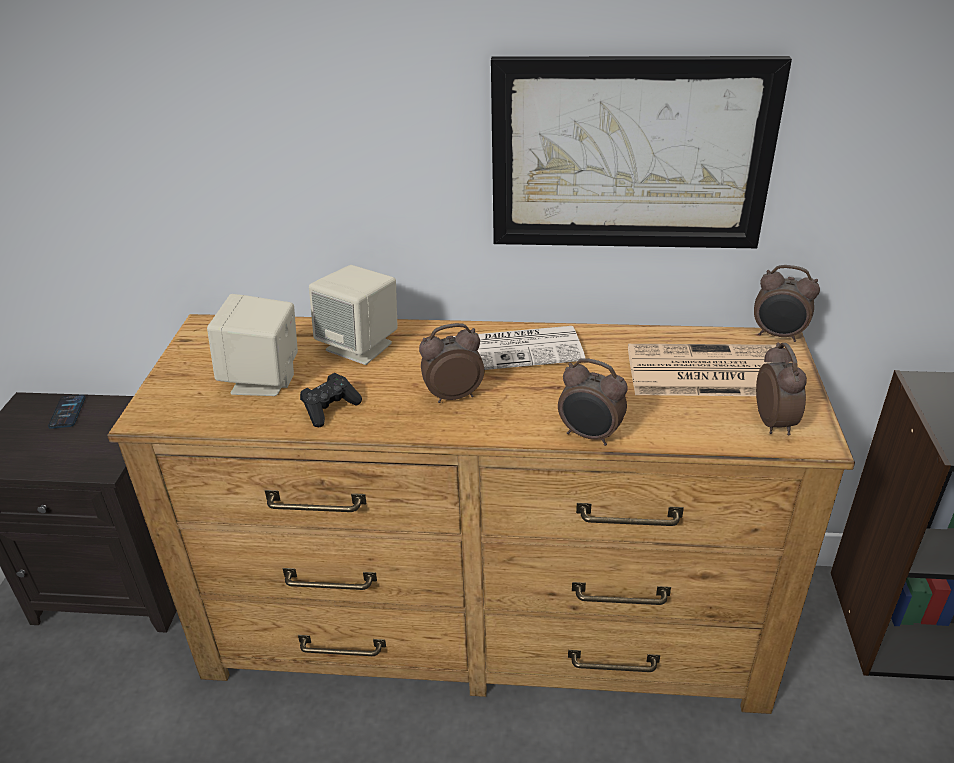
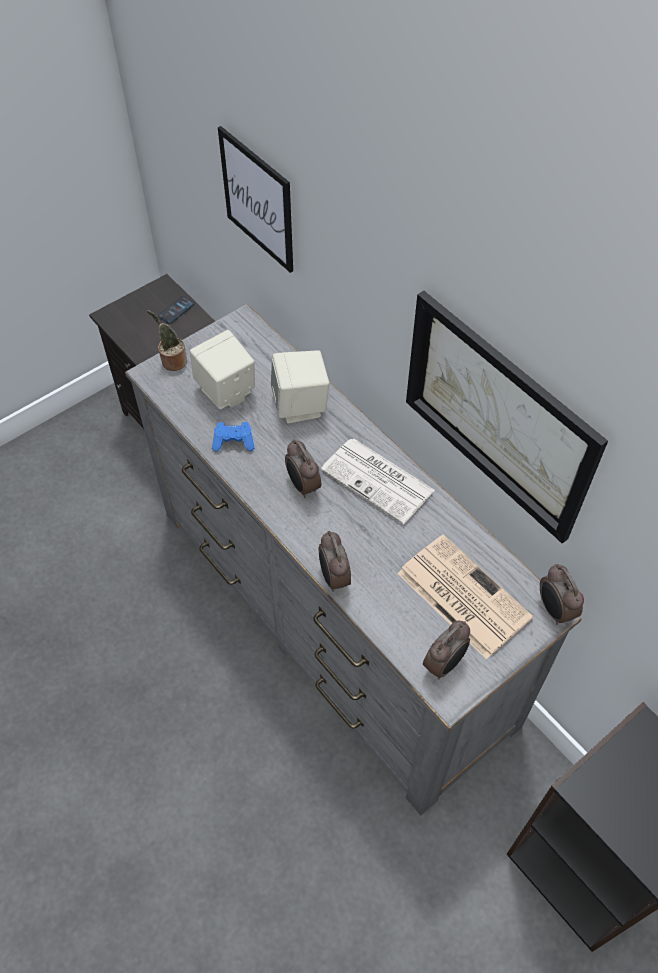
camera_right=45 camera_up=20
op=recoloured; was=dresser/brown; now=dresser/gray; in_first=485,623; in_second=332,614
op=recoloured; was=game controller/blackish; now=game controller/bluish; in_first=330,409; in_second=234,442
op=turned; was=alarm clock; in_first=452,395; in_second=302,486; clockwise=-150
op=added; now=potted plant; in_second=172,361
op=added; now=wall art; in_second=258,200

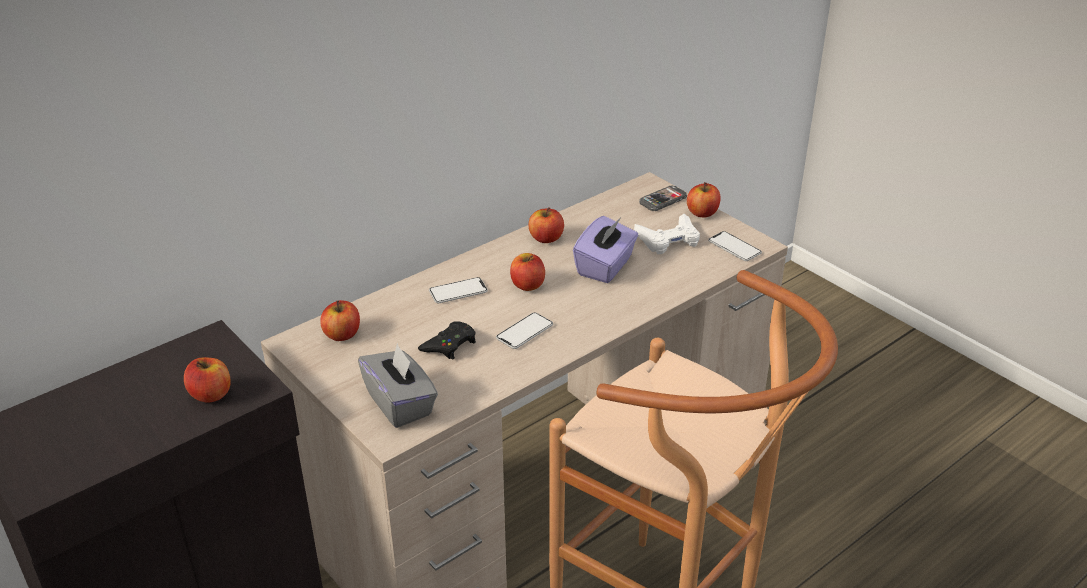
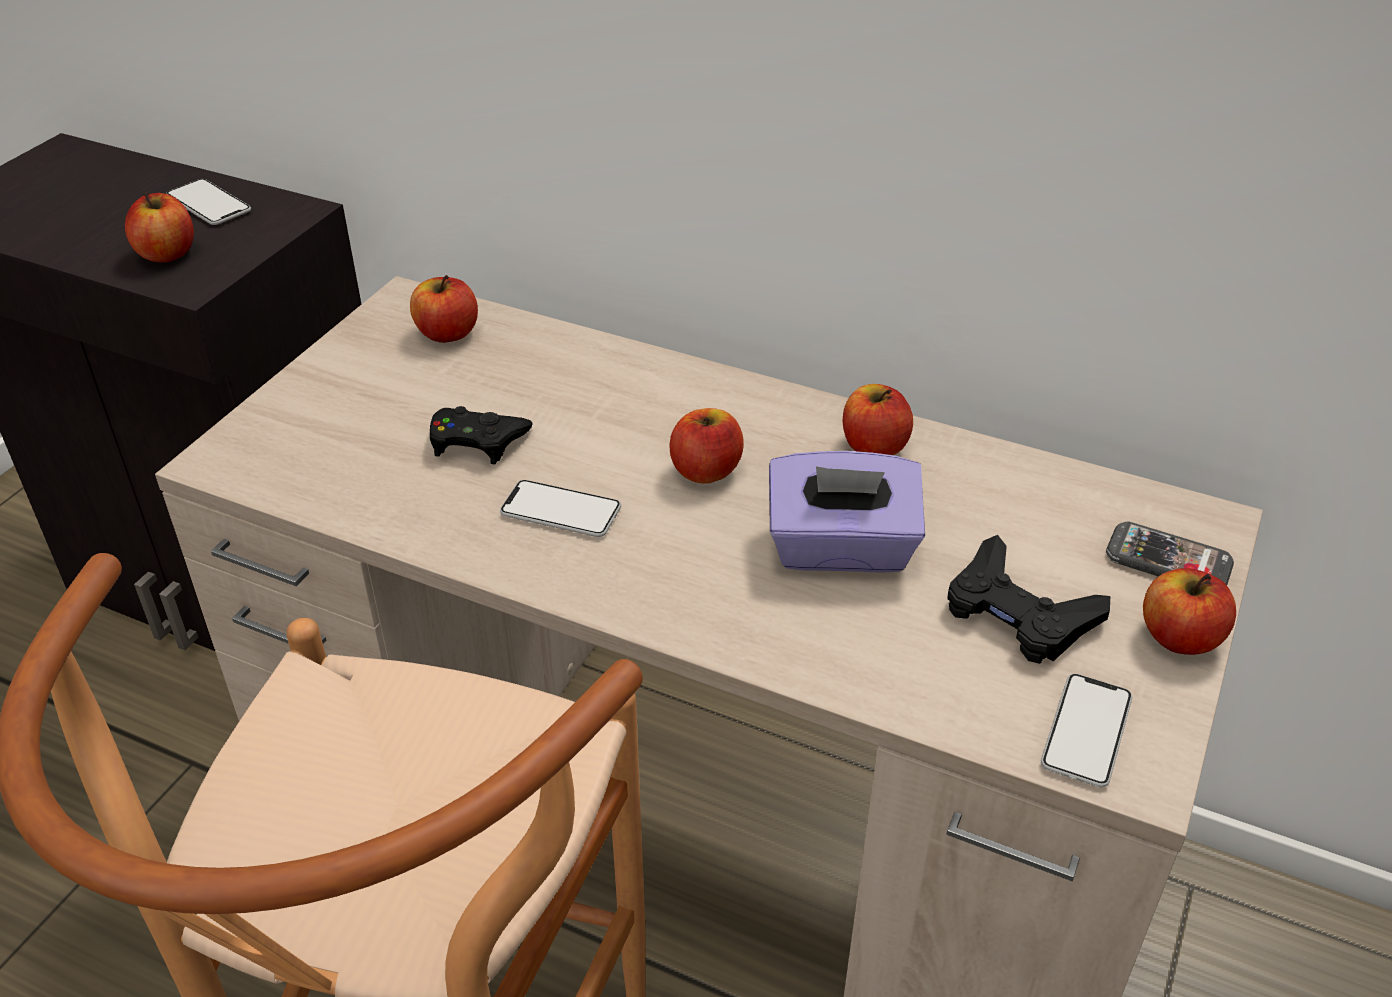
camera_right=65 camera_up=5
op=removed; was=box of tissues/gray; in_first=400,404
op=moved; was=handset; in_first=458,291; in_second=209,204
op=recoloured; was=game controller/white; now=game controller/blackish; in_first=668,240; in_second=1018,612

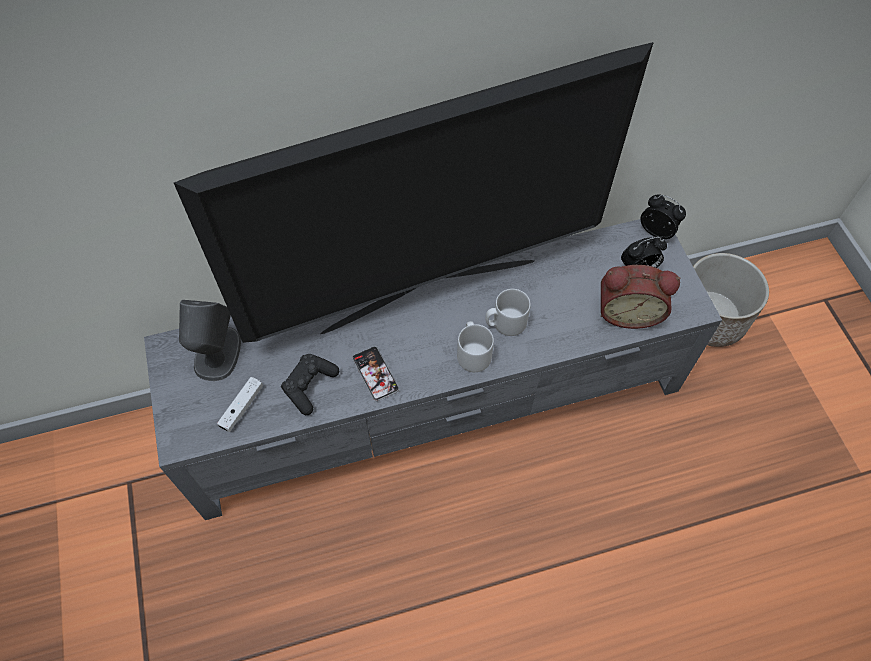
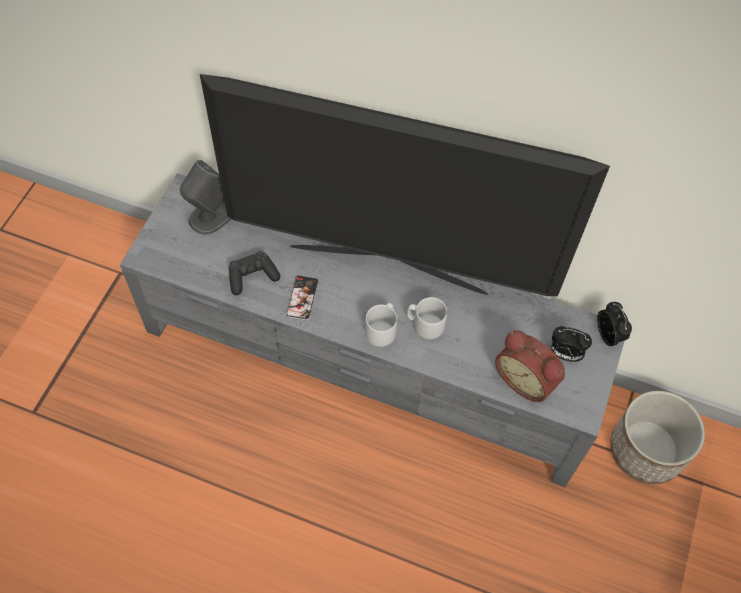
camera_right=35 camera_up=0
op=removed; was=game controller/white; in_first=242,407

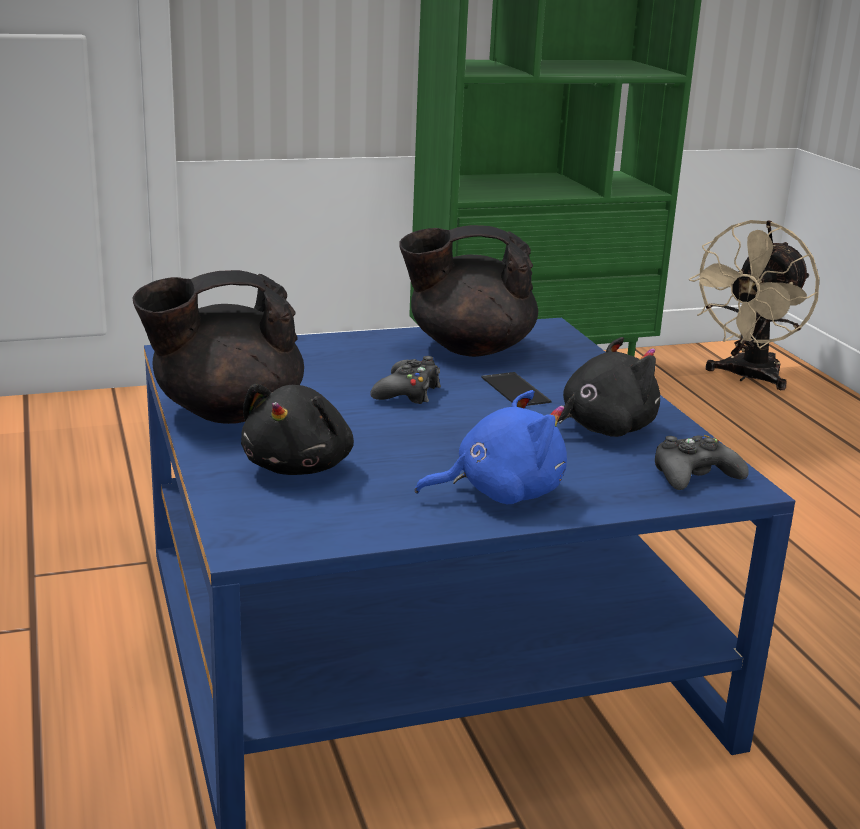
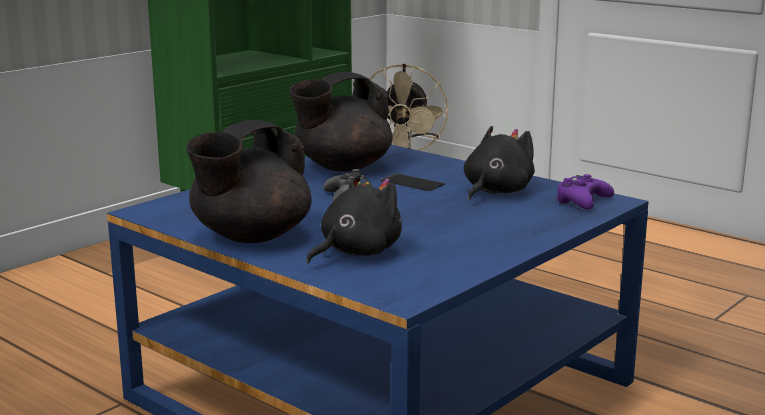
camera_right=-30 camera_up=-5
op=turned; was=plush toy/blackish; in_first=300,466; in_second=356,252; clockwise=-120
op=removed; was=plush toy/bluish; in_first=500,493
op=recoloured; was=game controller/blackish; now=game controller/purple; in_first=694,475; in_second=583,201

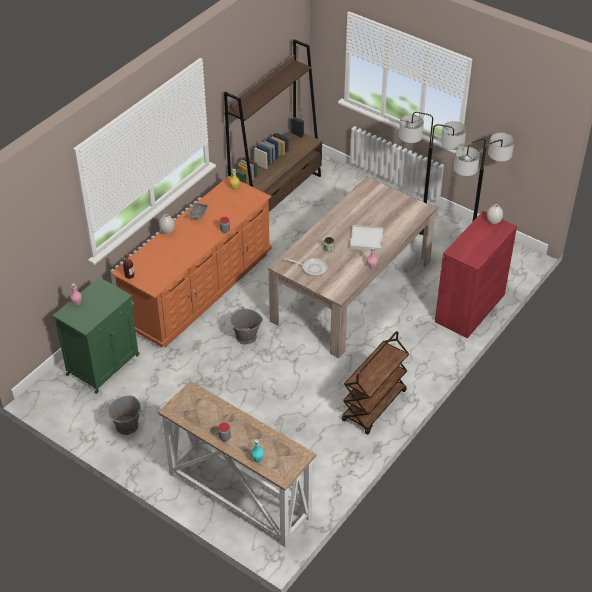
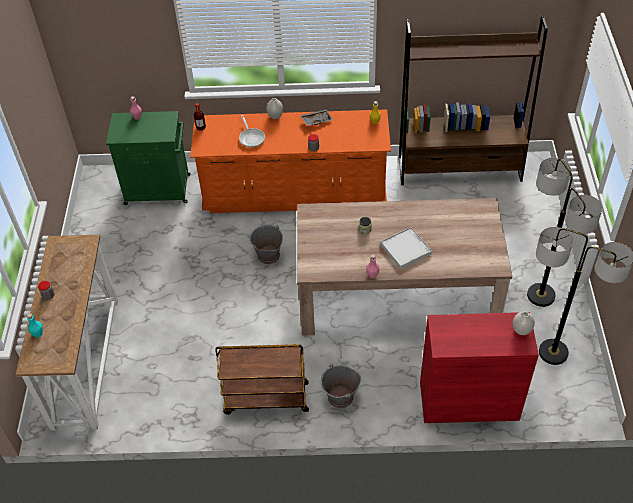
camera_right=55 camera_up=5
op=moved; was=pail/gray; in_first=127,426; in_second=340,397
op=moved; was=frying pan; in_first=312,268; in_second=251,138

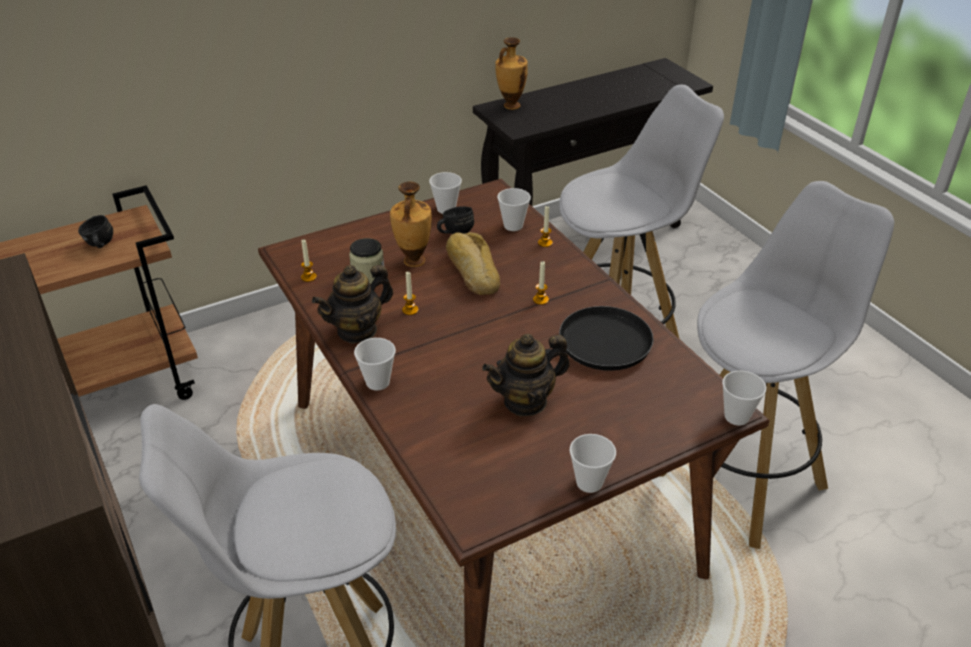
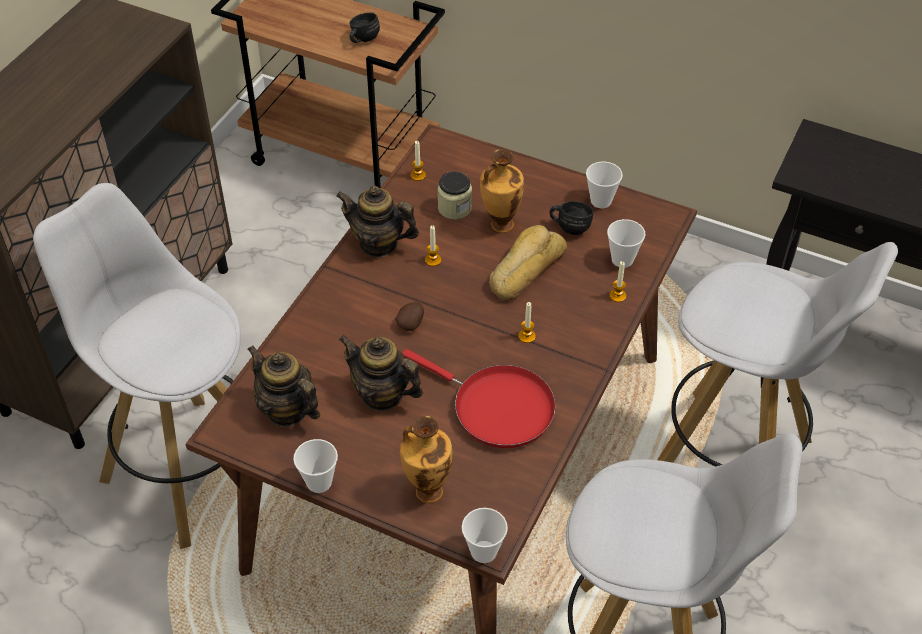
camera_right=55 camera_up=10
op=removed; was=cup; in_first=378,382
op=moved; was=decorative vase; in_first=510,106; in_second=427,490
op=recoloured; was=frying pan/blackish; now=frying pan/red-coloured; in_first=597,346; in_second=497,407
op=added; now=tea pot; in_second=287,410
op=added; now=potato; in_second=411,323

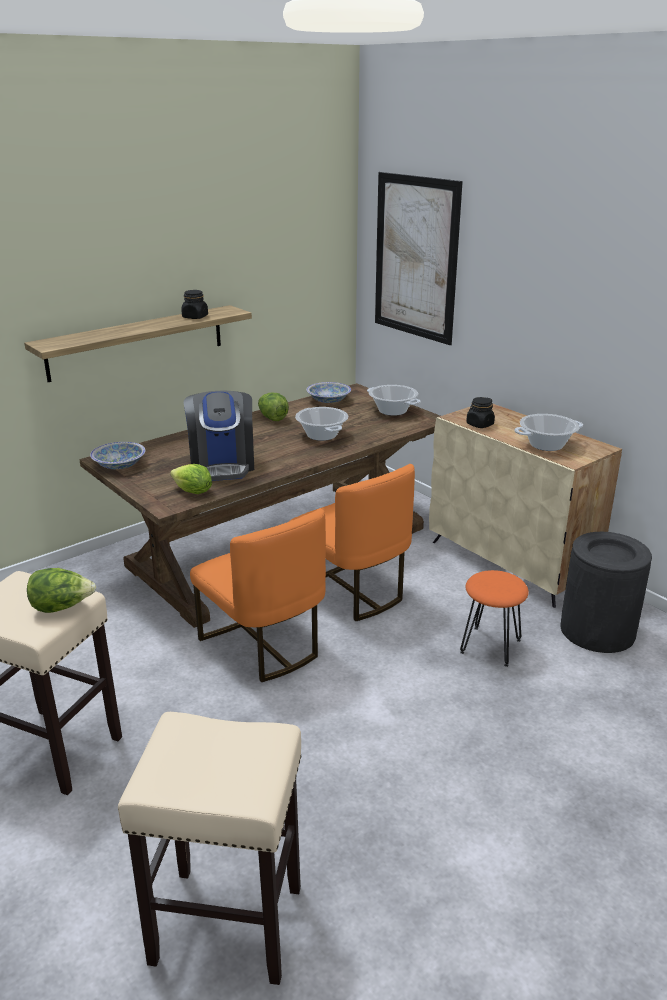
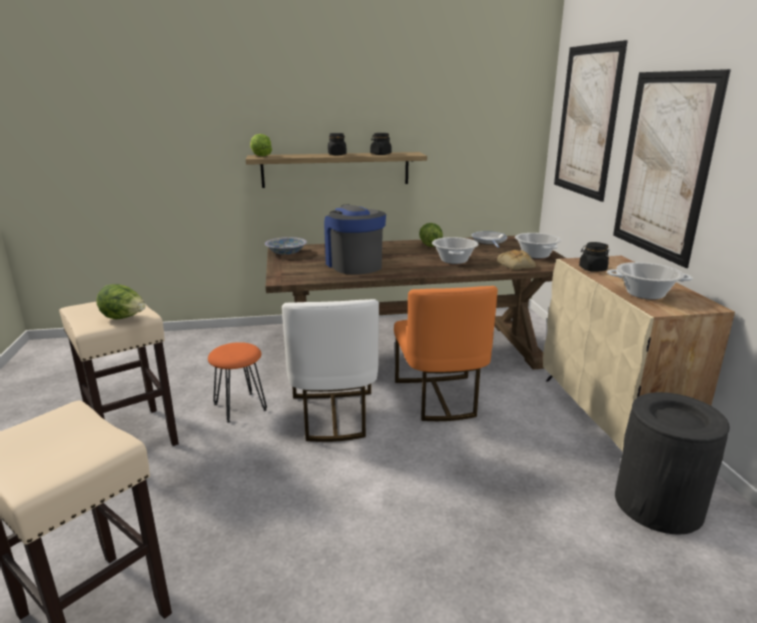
camera_right=30 camera_up=-5
op=moved; was=lettuce; in_first=193,492; in_second=260,156
op=turned; was=coffee machine; in_first=222,465; in_second=354,264; clockwise=135
op=recoloured; was=plain chair/orange; now=plain chair/white; in_first=263,645; in_second=333,415
op=replaced; was=serving bowl; now=frying pan; in_first=328,400; in_second=489,241
op=moved; was=stool/orange; in_first=490,646; in_second=240,407
op=added; now=storage jar/blackish; in_second=337,154
op=added; now=bread; in_second=516,265
op=added; now=wall art; in_second=663,165

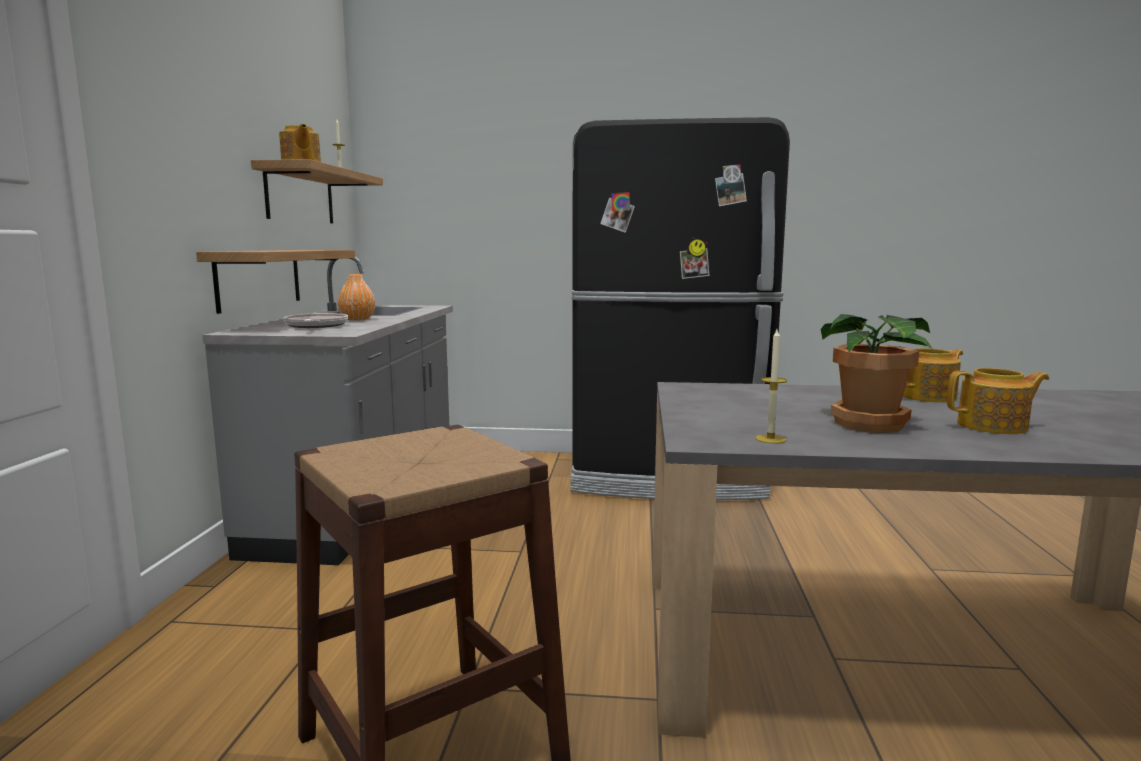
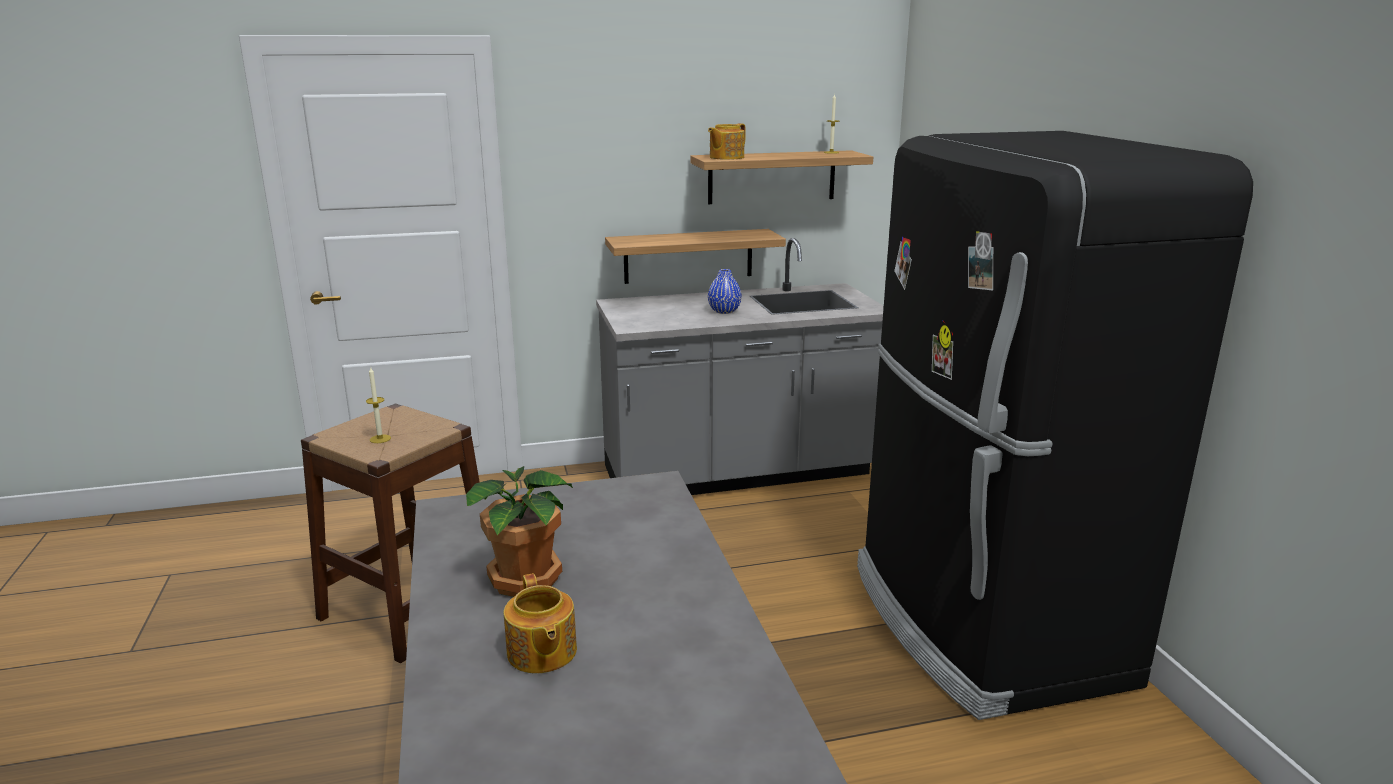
camera_right=70 camera_up=10
op=removed; was=frying pan; in_first=315,326
op=recoloured; was=decorative vase/orange; now=decorative vase/bluish; in_first=357,319; in_second=724,311
op=moved; was=wax light; in_first=770,439; in_second=380,439
op=removed; was=tea pot; in_first=929,397

